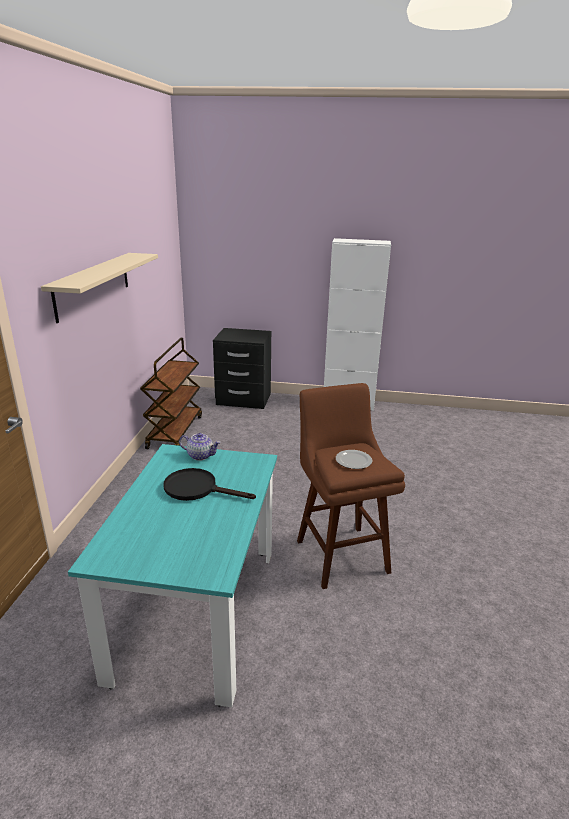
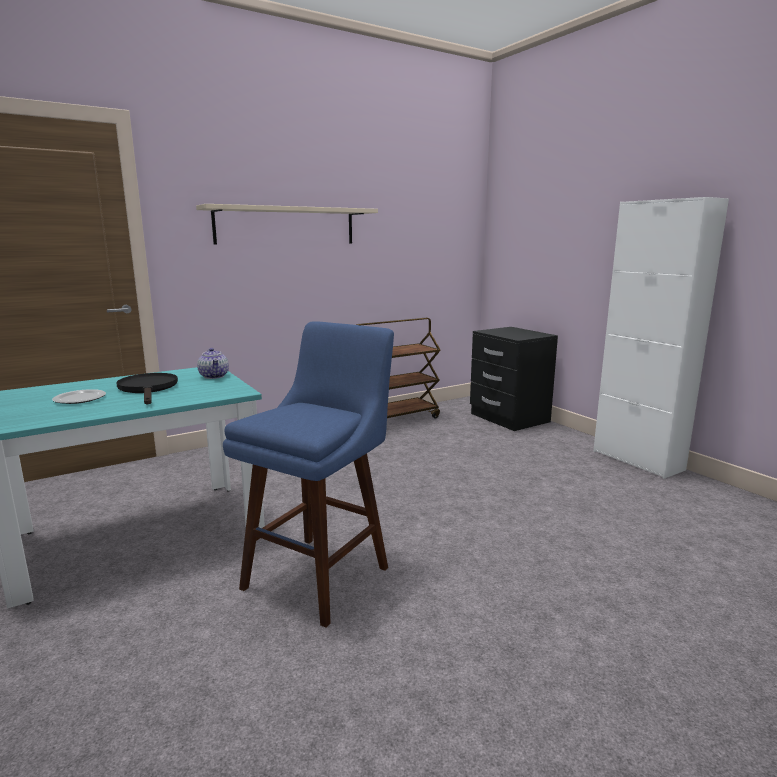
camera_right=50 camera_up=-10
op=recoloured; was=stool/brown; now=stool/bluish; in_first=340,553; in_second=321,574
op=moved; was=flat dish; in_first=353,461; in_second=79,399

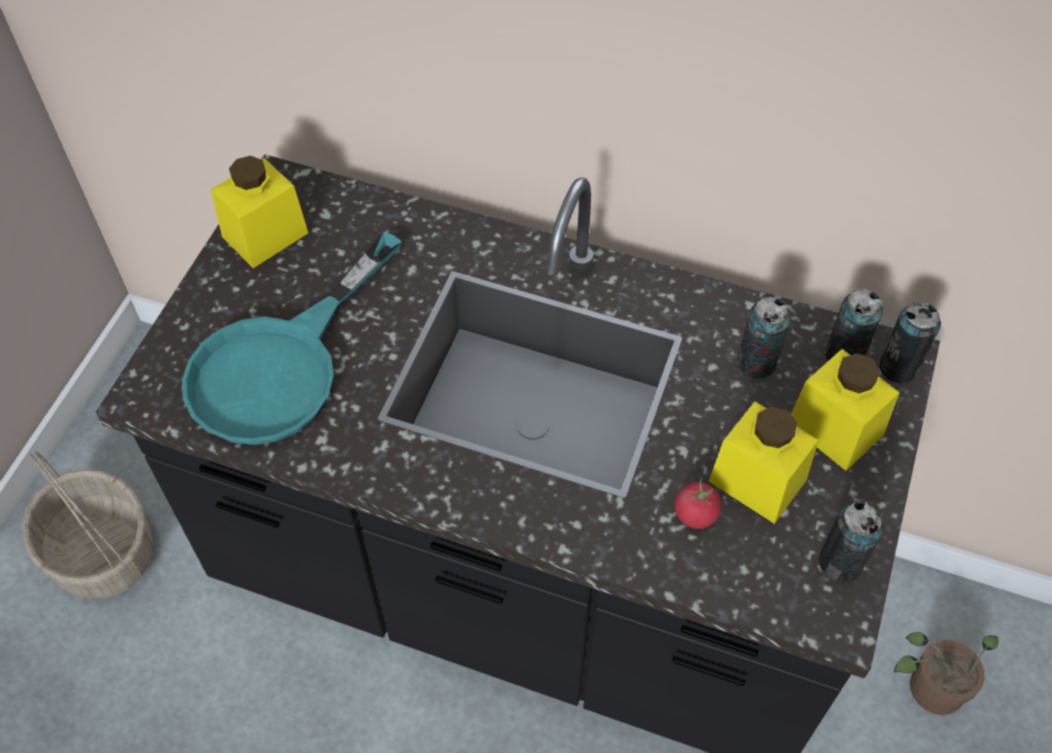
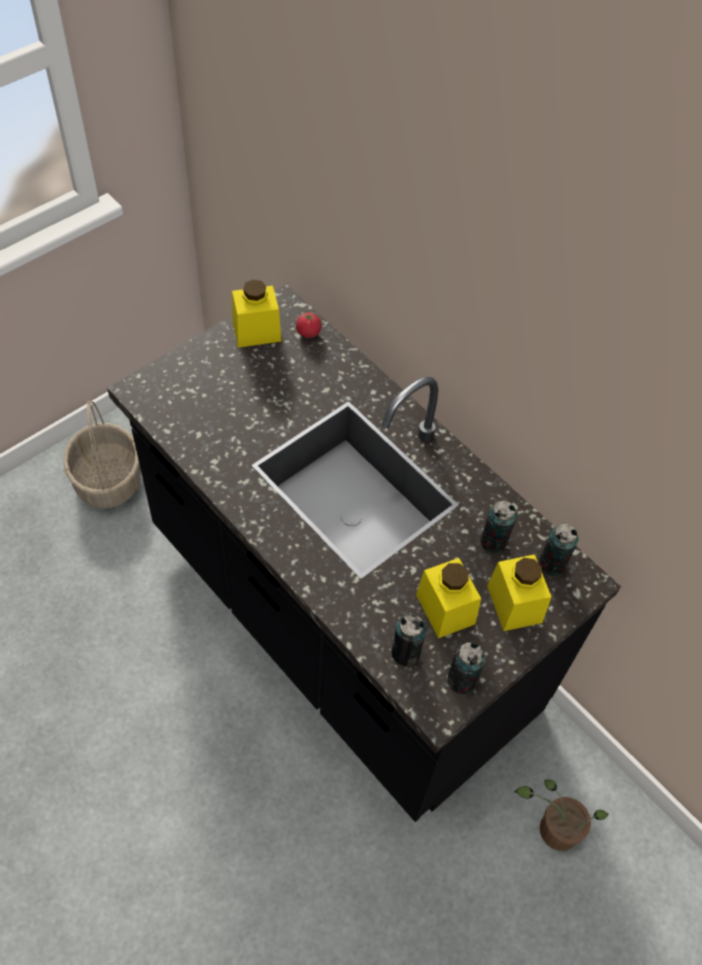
camera_right=25 camera_up=0
op=removed; was=frying pan/blue-green; in_first=281,365
op=moved; was=fresh tomato; in_first=695,514; in_second=308,332
op=moved; was=can; in_first=898,367; in_second=405,653

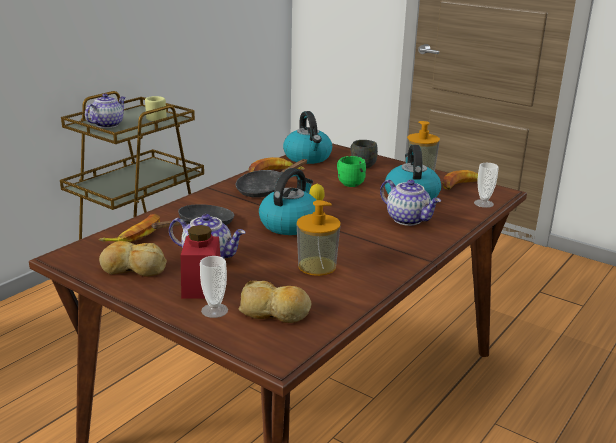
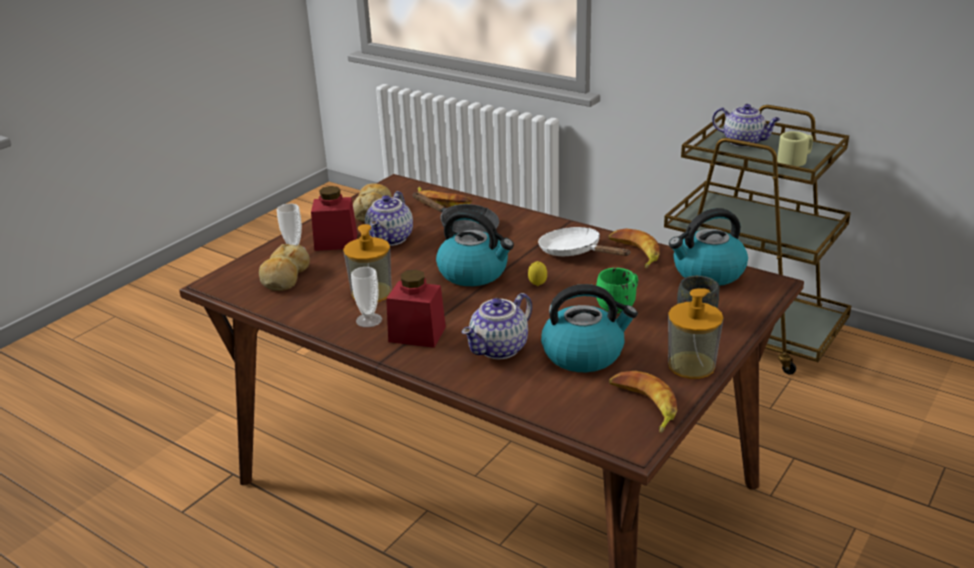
camera_right=90 camera_up=5
op=recoloured; was=frying pan/blackish; now=frying pan/white; in_first=265,189; in_second=575,252
op=moved; was=cup; in_first=483,203; in_second=369,320
op=added; now=storage jar/red-coloured; in_second=417,334

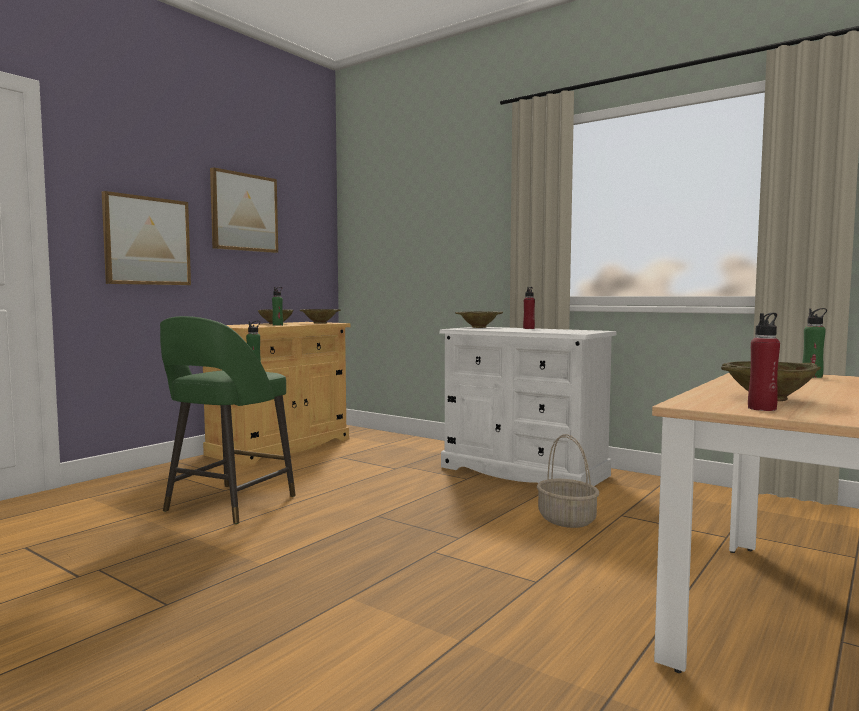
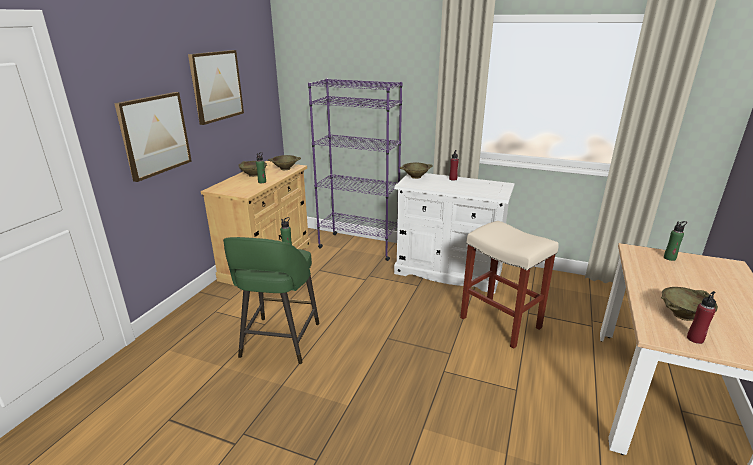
camera_right=-15 camera_up=20
op=replaced; was=basket; now=stool/beige; in_first=567,520; in_second=501,323
op=added; now=shelving unit/purple; in_second=359,246

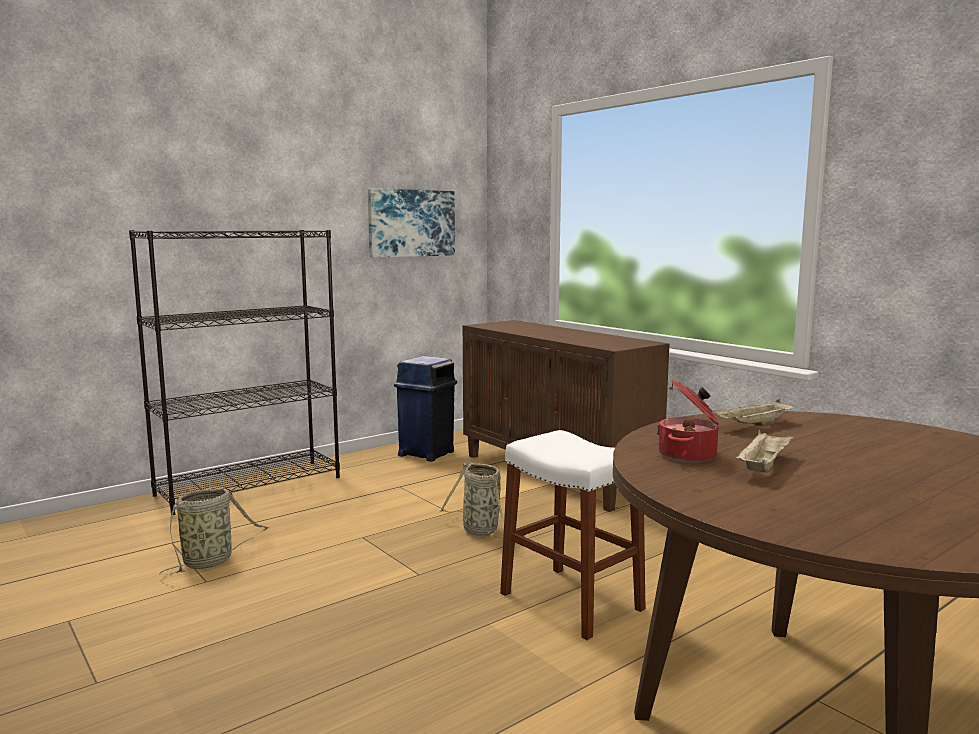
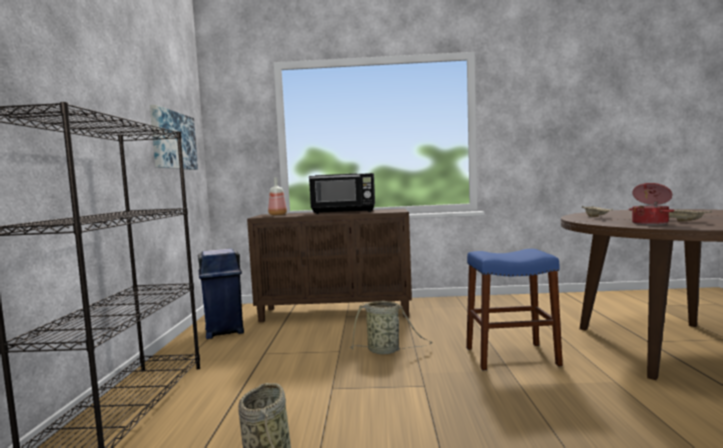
camera_right=-50 camera_up=-5
op=recoloured; was=stool/white; now=stool/bluish; in_first=571,601; in_second=511,356
op=added; now=beverage bottle; in_second=278,215
op=added; now=microwave oven/blackish; in_second=345,212

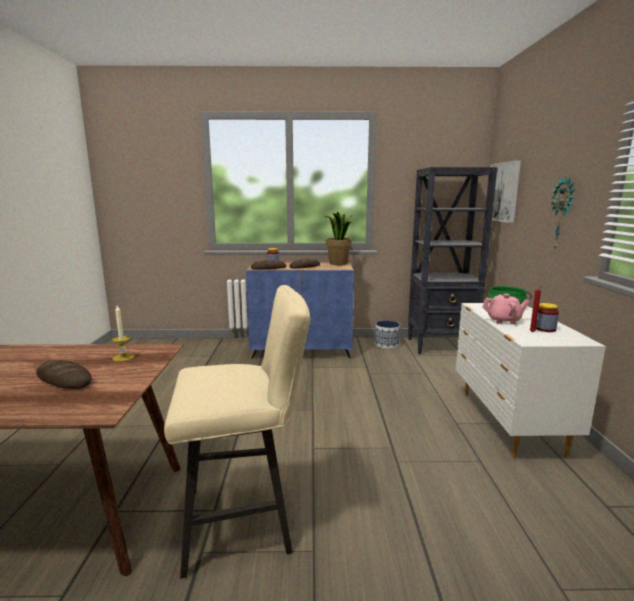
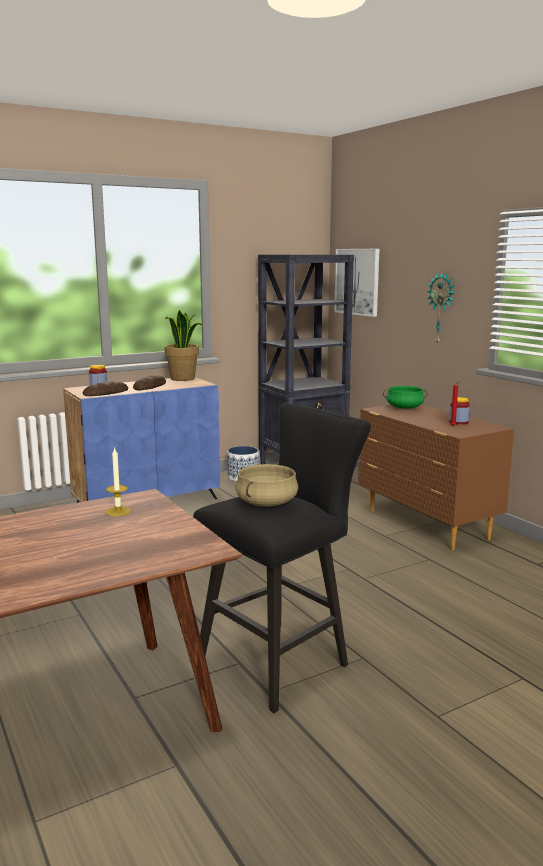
camera_right=-30 camera_up=0
op=removed; was=bread; in_first=64,379
op=recoloured; was=stool/beige; now=stool/blackish; in_first=246,521; in_second=281,659
op=recoloured; was=dresser/white; now=dresser/brown; in_first=508,423; in_second=426,525
op=removed; was=tea pot/pink; in_first=504,321
op=added; now=cooking pot/beige; in_second=267,503

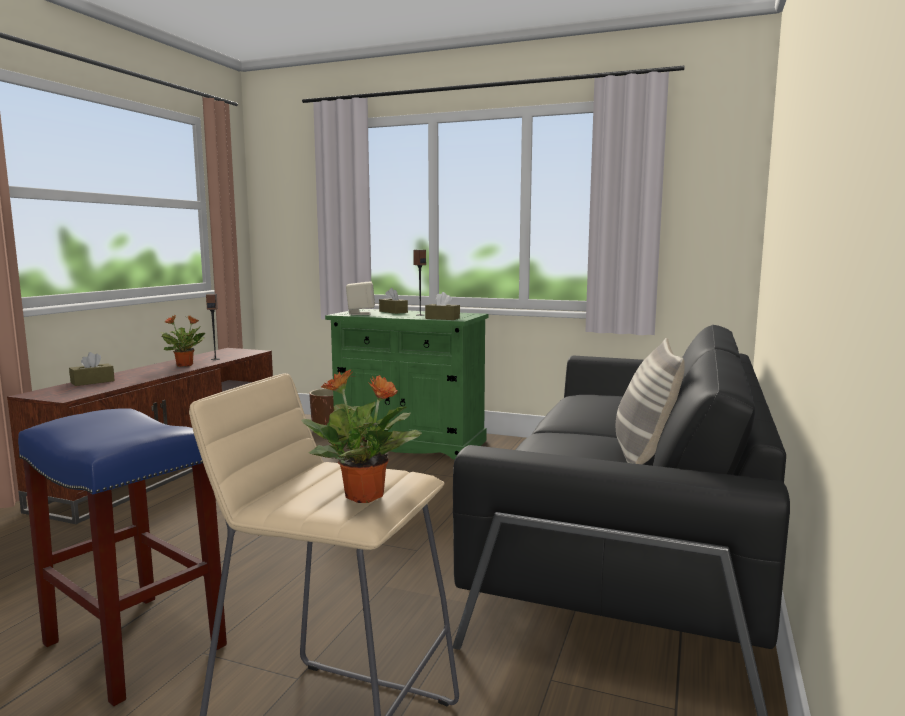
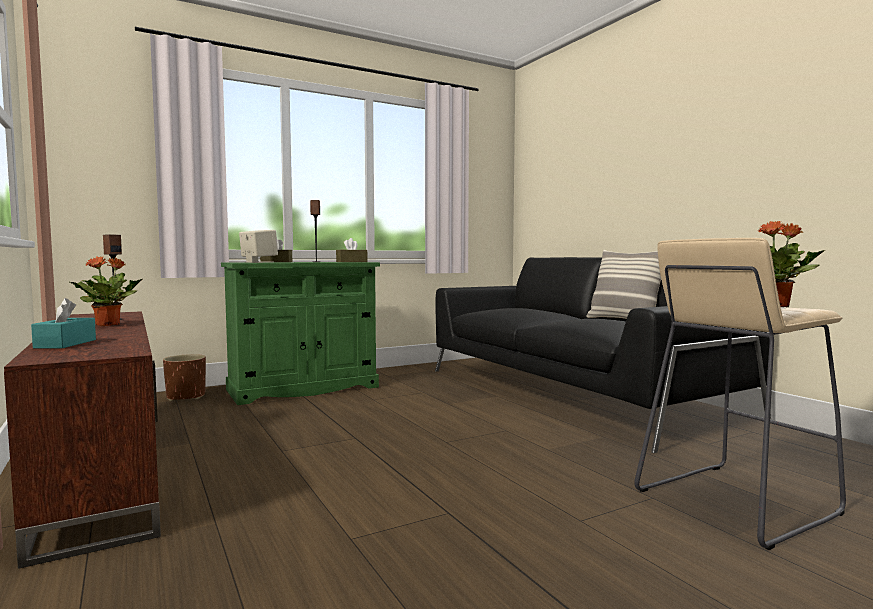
camera_right=-50 camera_up=-5
op=removed; was=stool/bluish; in_first=132,644
op=recoloured; was=box of tissues/brown; now=box of tissues/blue-green; in_first=92,382; in_second=65,344

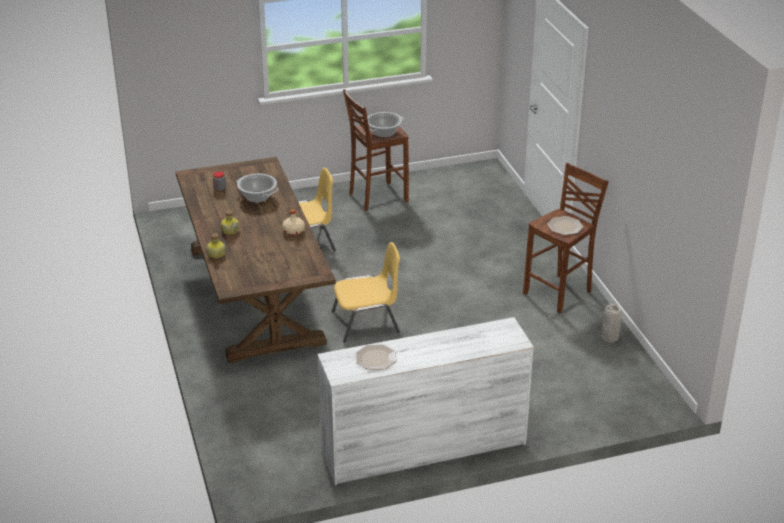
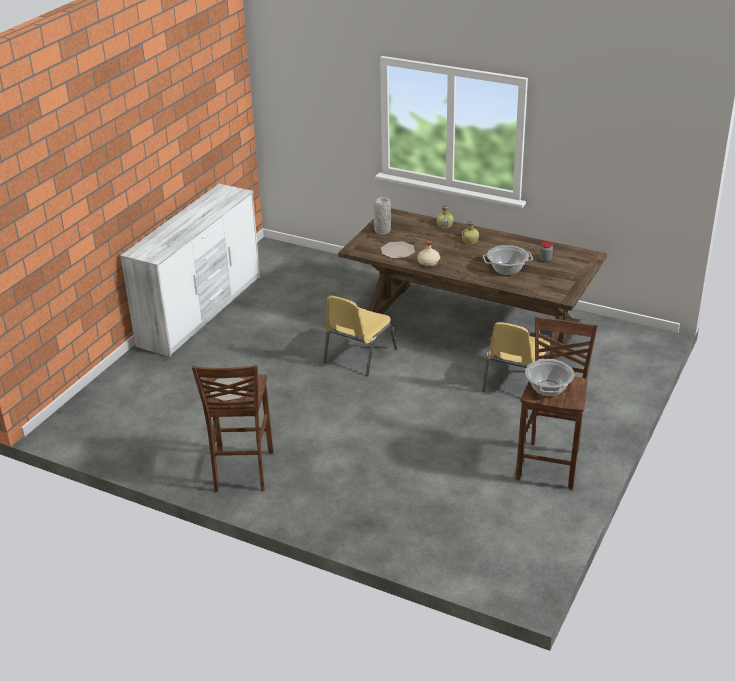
camera_right=135 camera_up=0
op=moved; was=flat dish; in_first=375,358; in_second=398,251
op=moved; was=decorative vase/gray; in_first=610,338; in_second=382,231

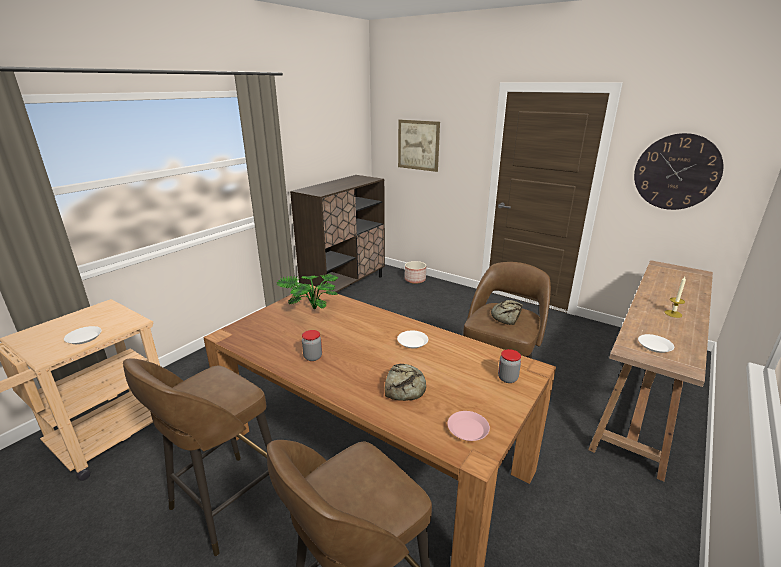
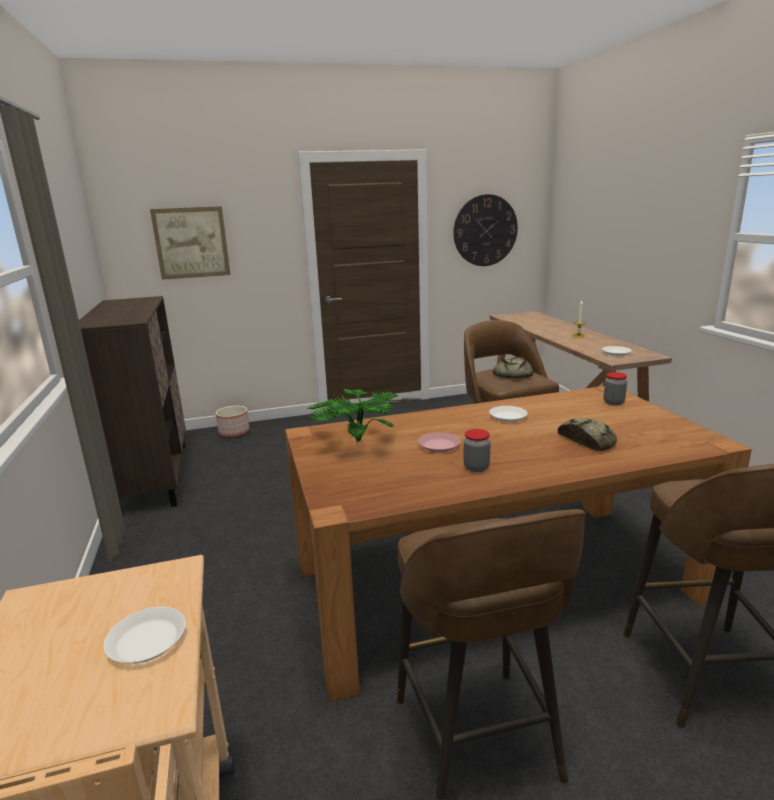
camera_right=-50 camera_up=-5
op=moved; was=flat dish/pink; in_first=467,429; in_second=439,445

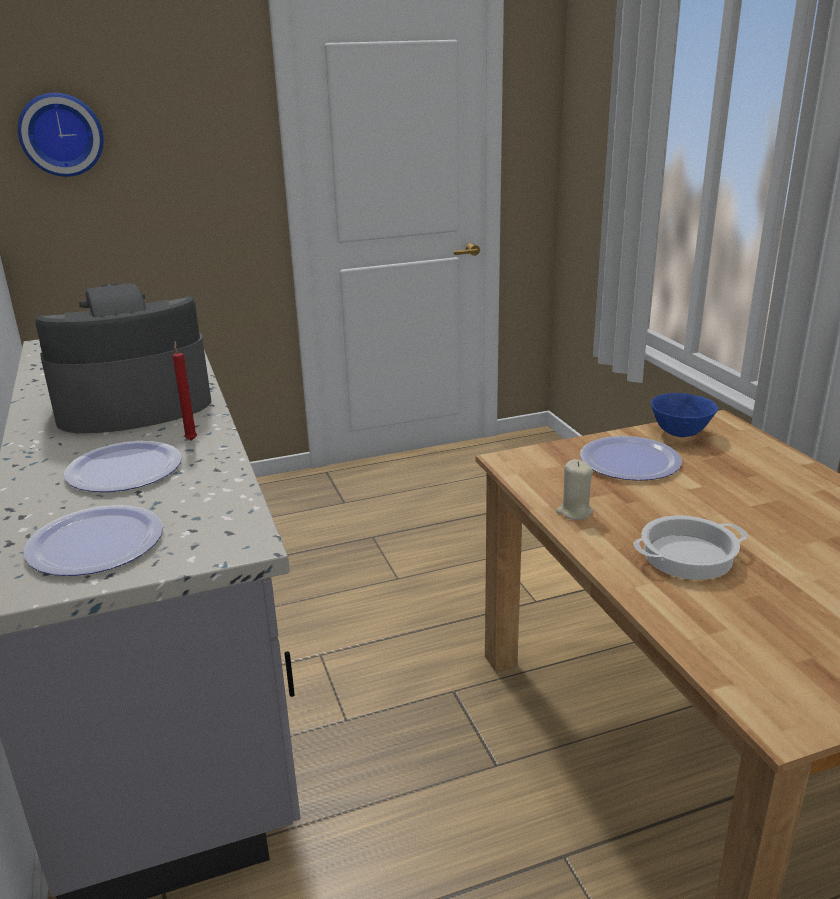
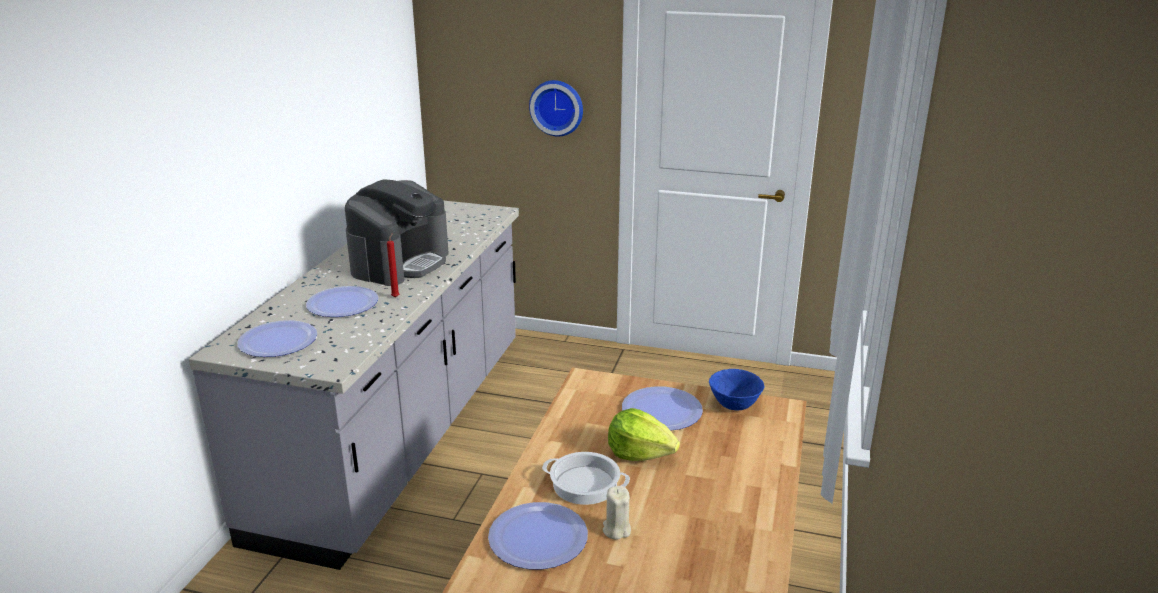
camera_right=35 camera_up=0
op=moved; was=hanging clock; in_first=61,134; in_second=557,107
op=turned; was=coffee machine; in_first=132,405; in_second=400,263; clockwise=105
op=moved; was=wax light/beige; in_first=574,512; in_second=616,529
op=added; now=flat dish; in_second=538,538
op=added; now=lettuce; in_second=640,452

